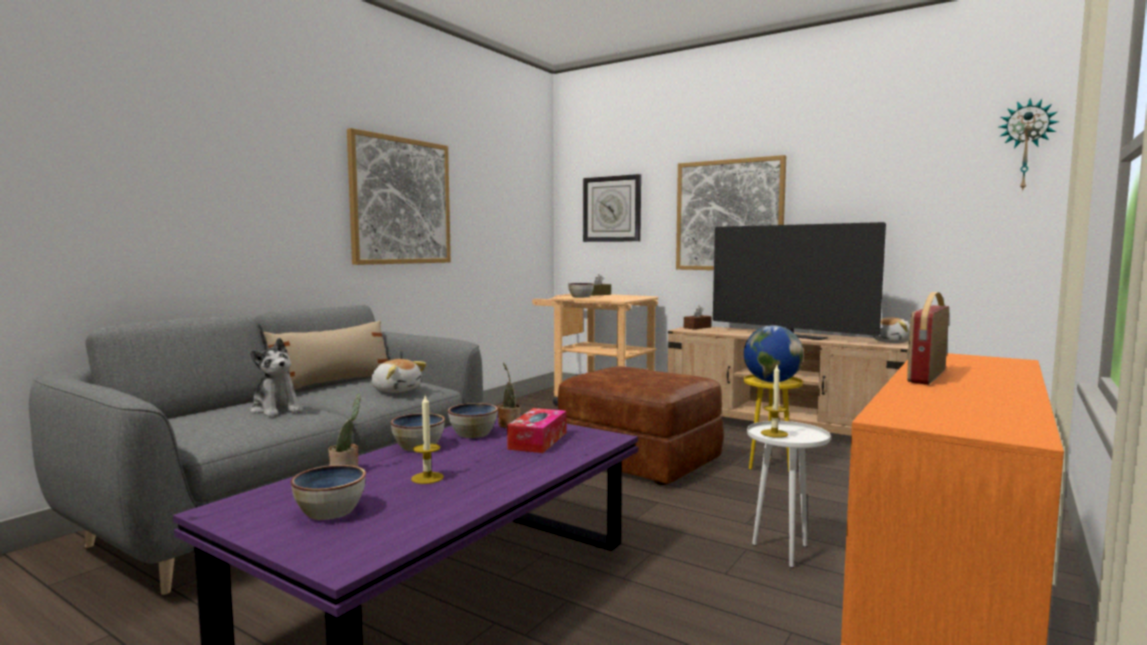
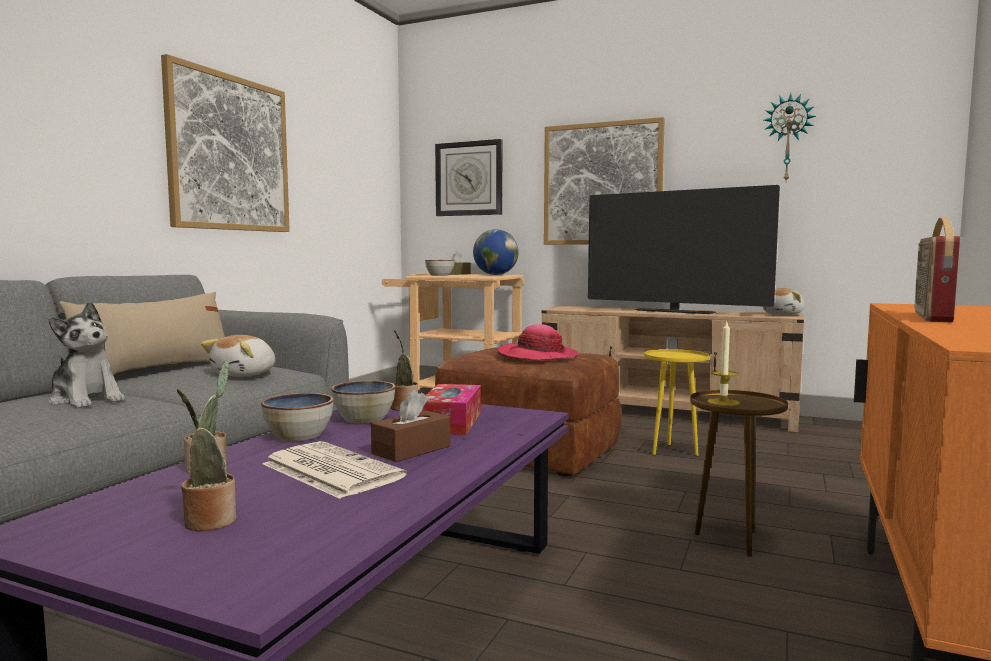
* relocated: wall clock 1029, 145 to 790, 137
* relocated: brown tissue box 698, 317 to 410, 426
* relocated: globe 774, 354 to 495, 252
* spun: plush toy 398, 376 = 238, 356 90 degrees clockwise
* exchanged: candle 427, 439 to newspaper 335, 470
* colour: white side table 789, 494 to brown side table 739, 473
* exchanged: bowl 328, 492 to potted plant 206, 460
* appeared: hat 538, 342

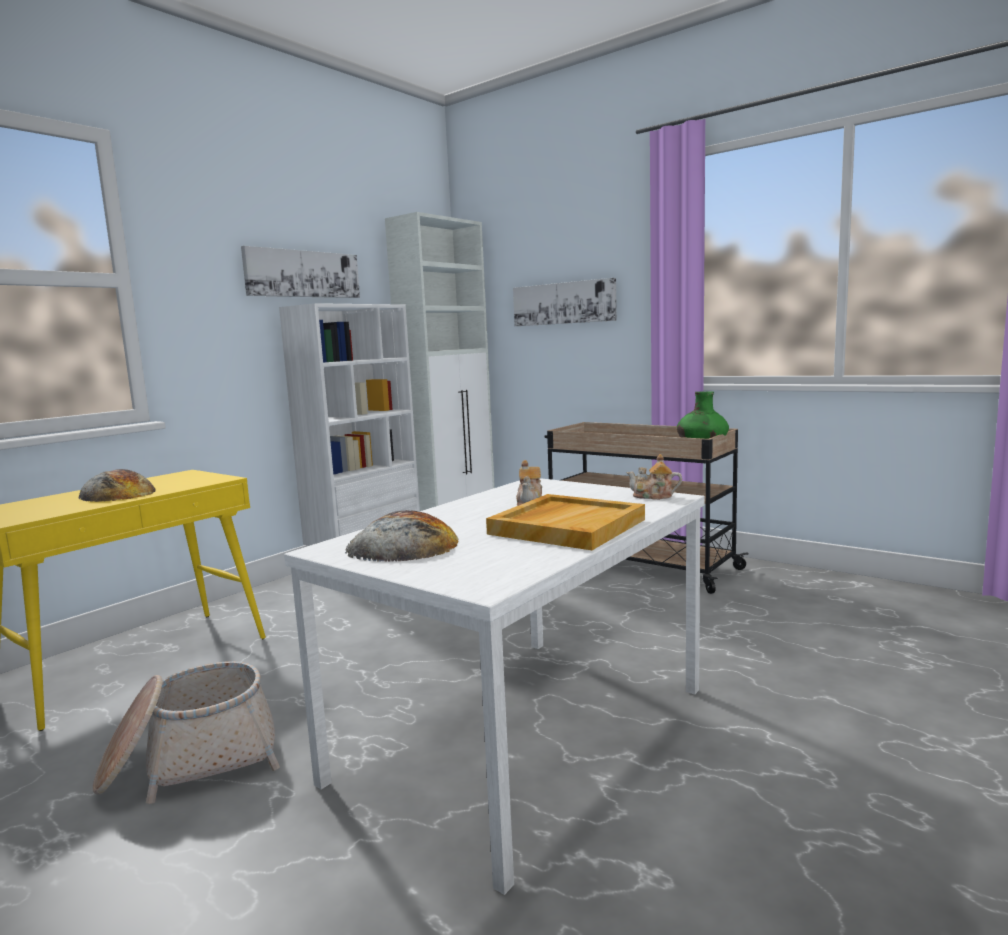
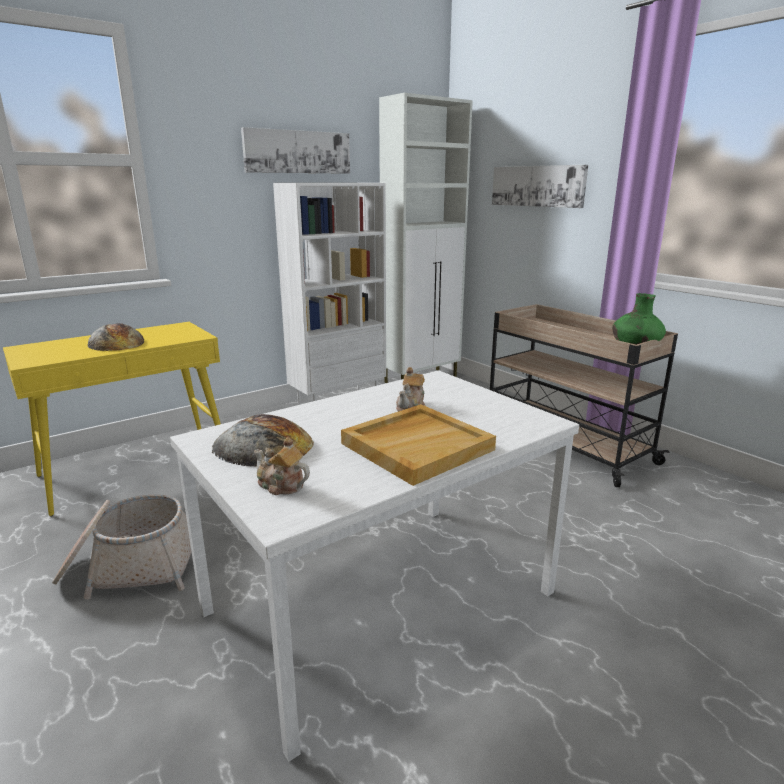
* relocated: teapot 654, 477 to 282, 466

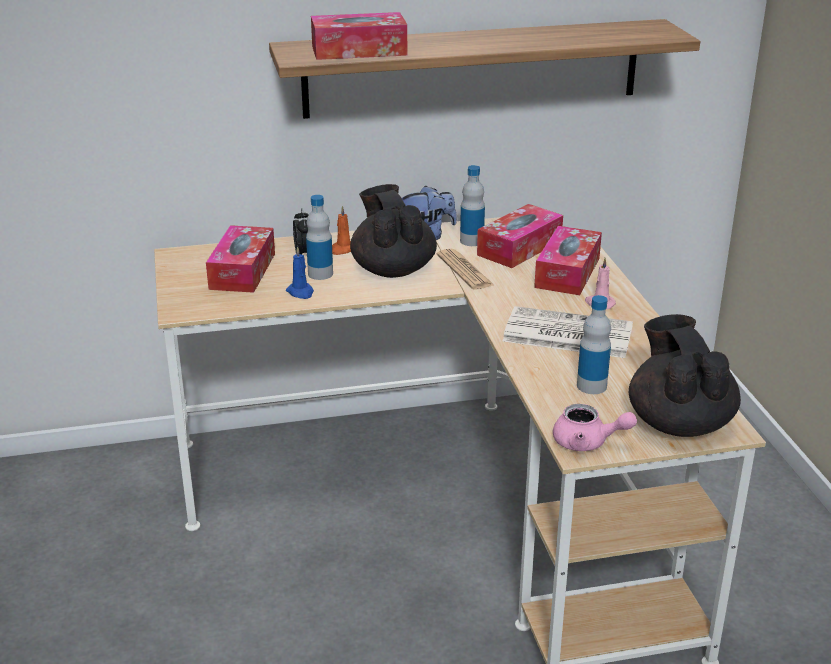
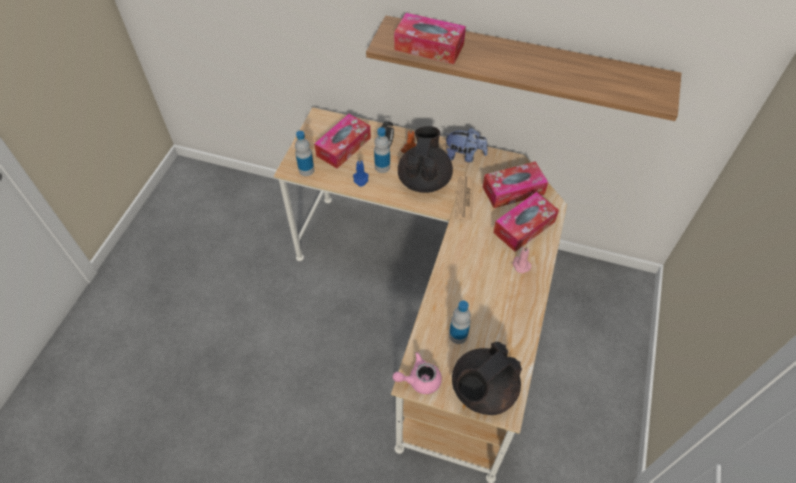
* relocated: bottle 472, 205 to 304, 153
* missing: newspaper 568, 332
* spun: black teapot 685, 375 = 487, 378 150 degrees counterclockwise
* spun: pink teapot 595, 427 = 417, 373 120 degrees clockwise

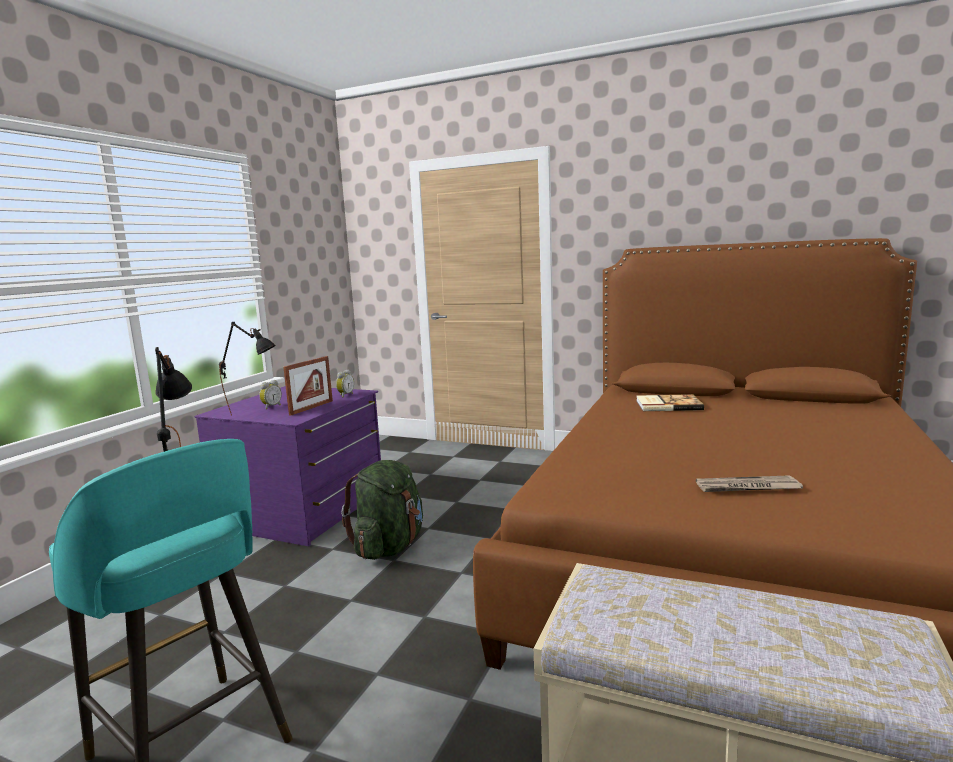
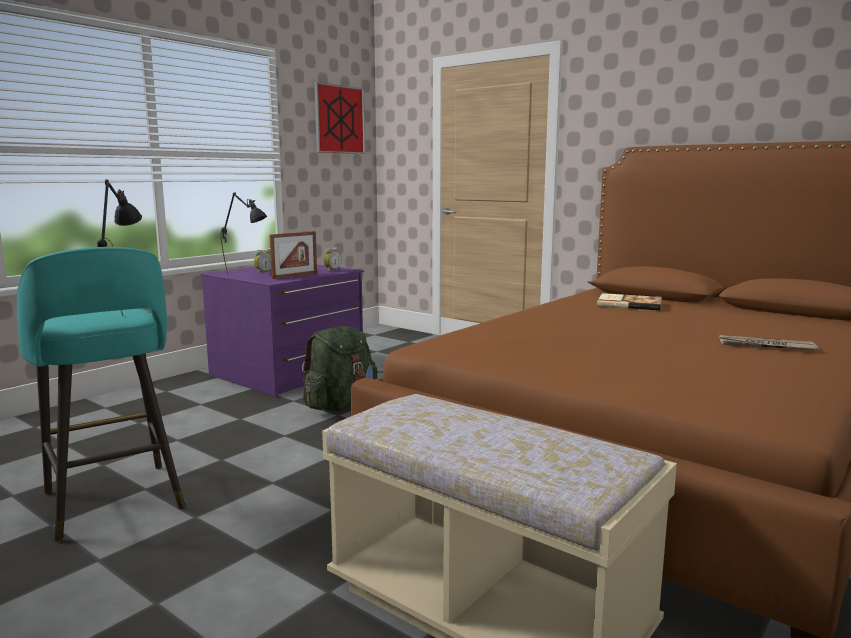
* relocated: newspaper 749, 483 to 768, 343
* appeared: picture 340, 118

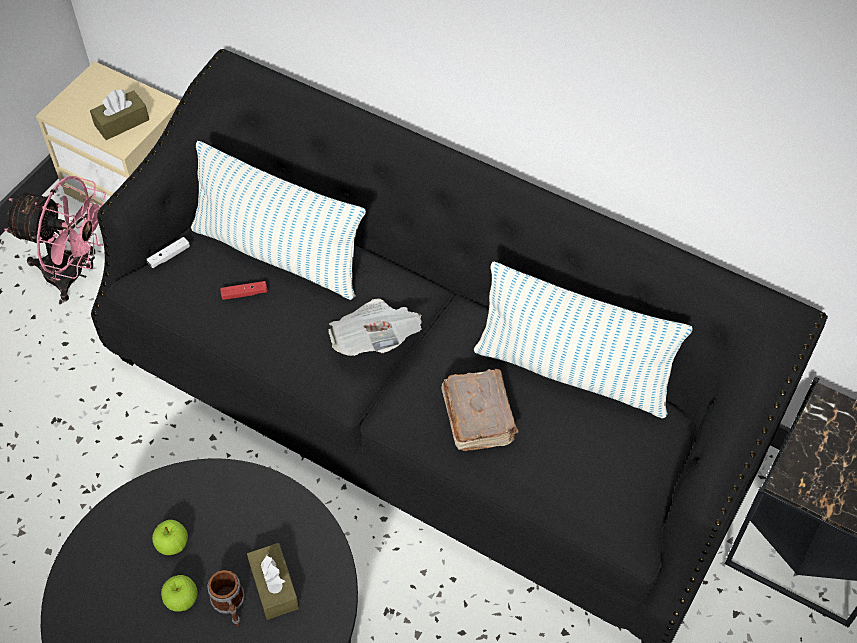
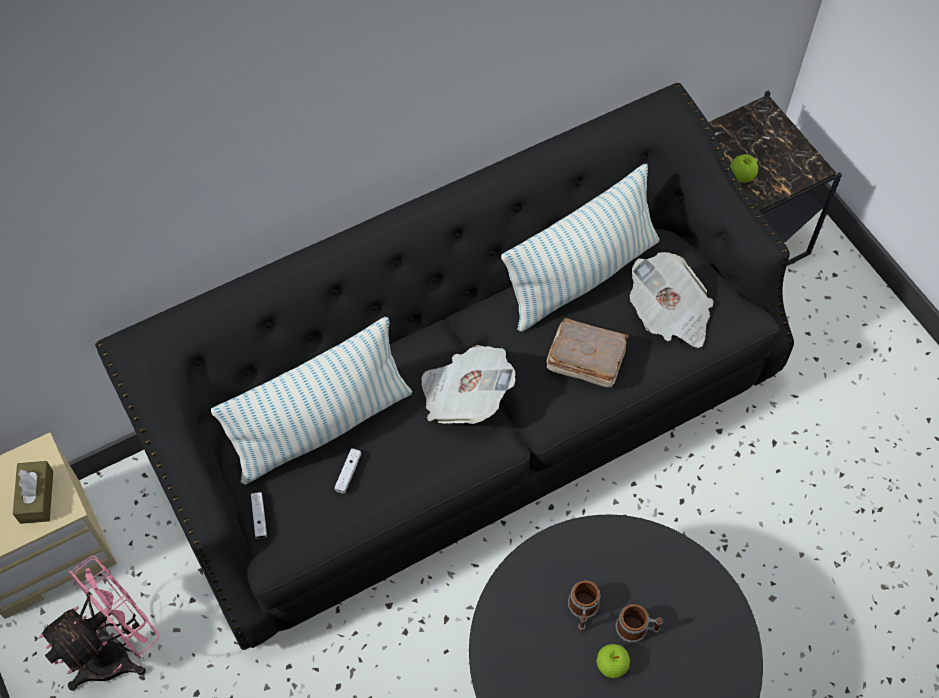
* colour: red game controller 243, 290 to white game controller 348, 471
* relocated: apple 170, 537 to 744, 168
* missing: brown tissue box 273, 581
* appeared: newspaper 671, 300
* appeared: mug 584, 606

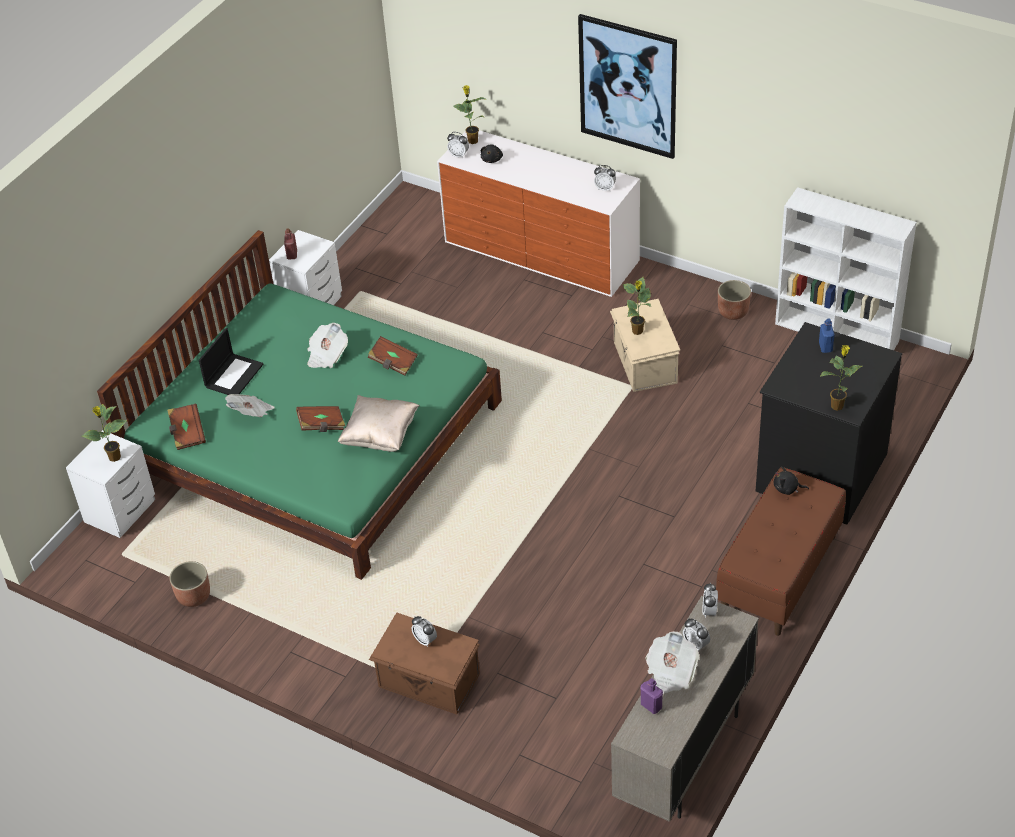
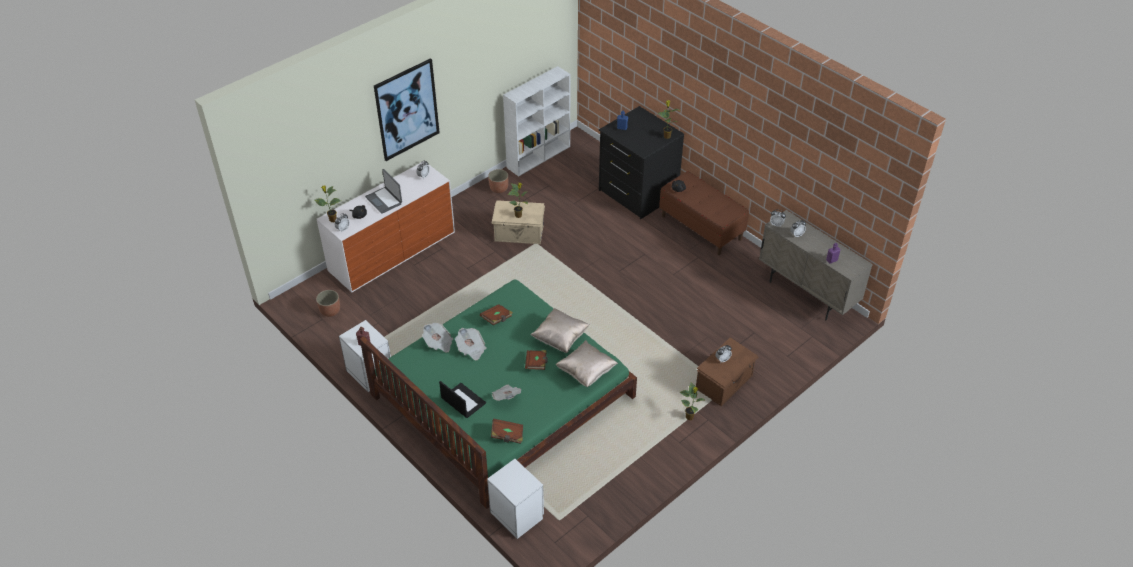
* relocated: potted plant 104, 433 to 692, 401
* relocated: planter 189, 584 to 328, 303
* relocated: newspaper 672, 662 to 438, 338
* appeared: laptop 383, 191
* appeared: beige pillow 587, 363

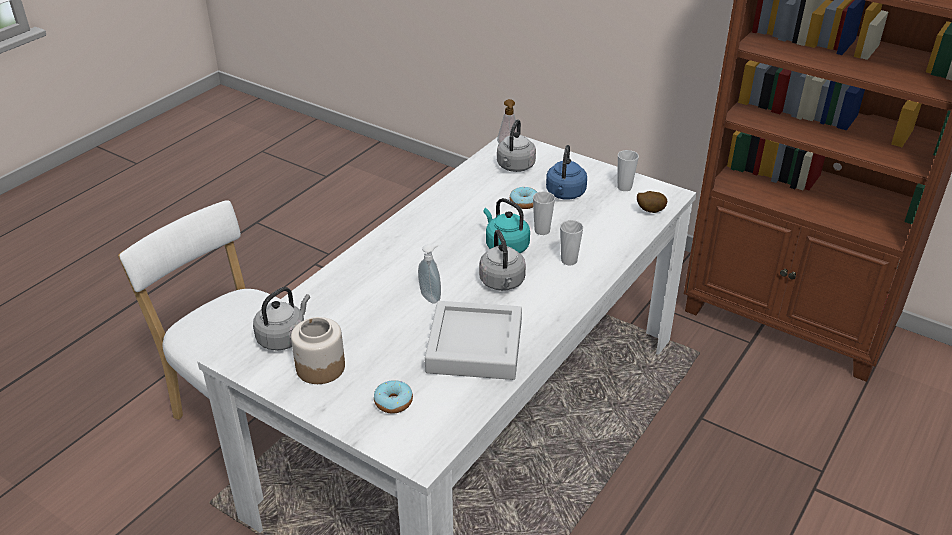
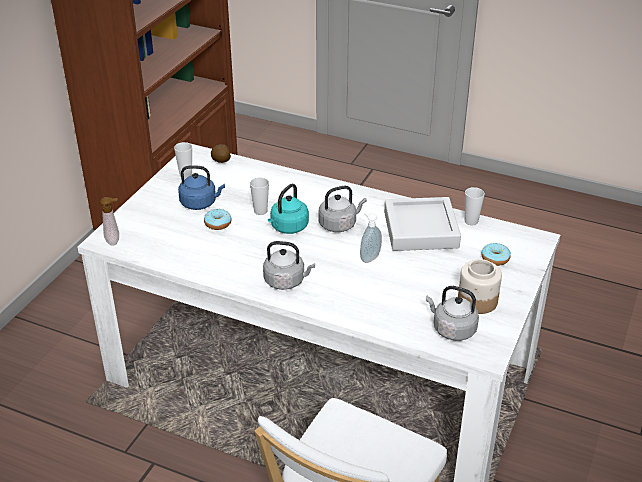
* relocated: grey kettle 516, 145 to 289, 265
* relocated: cup 571, 242 to 475, 206

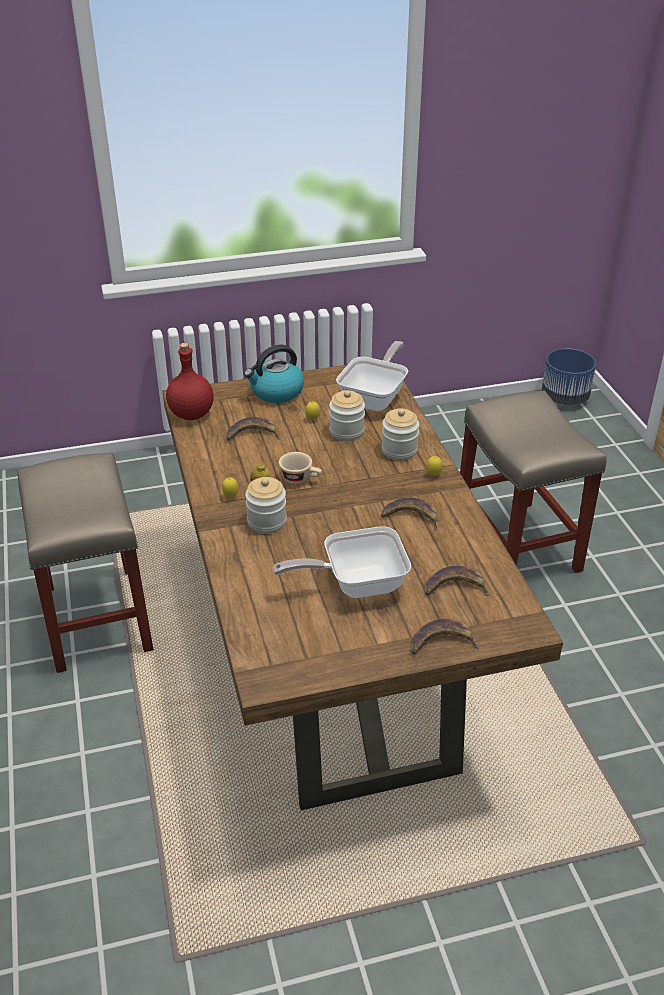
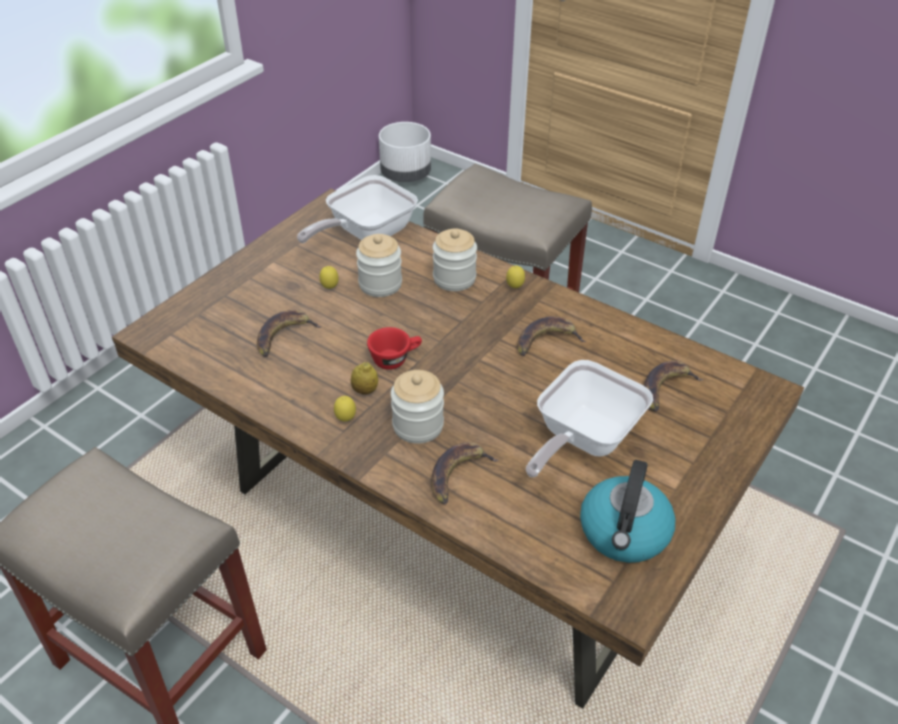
* spun: frying pan 372, 376 = 357, 209 120 degrees counterclockwise
* missing: red bottle 190, 381
* relocated: kettle 274, 374 to 627, 511
* colour: blue planter 569, 376 to white planter 405, 152
* colour: beige cup 300, 468 to red cup 394, 348
* relocated: banana 444, 636 to 465, 473

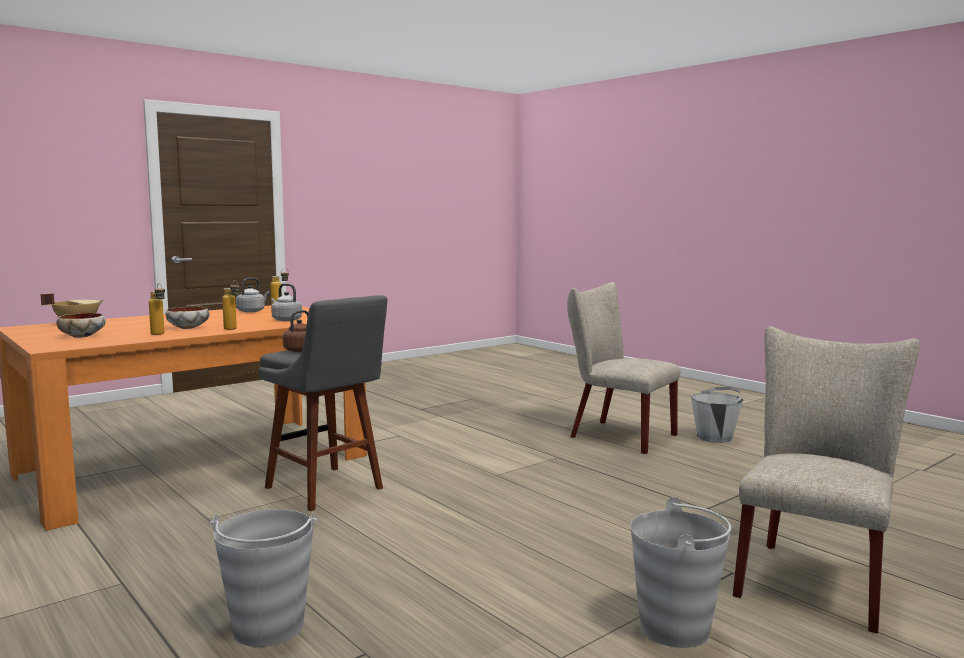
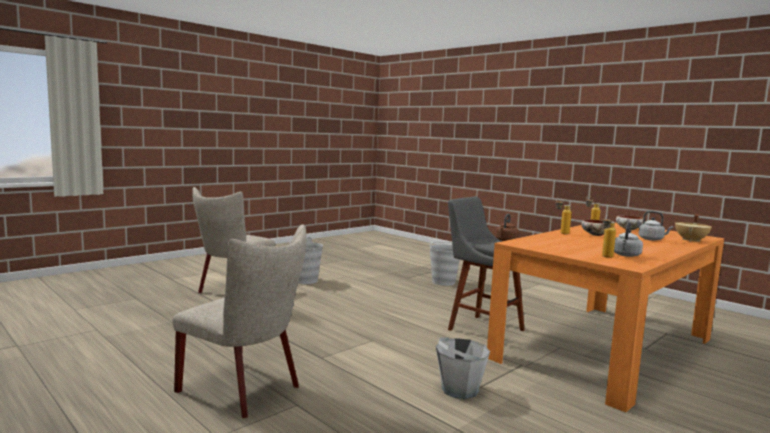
* relocated: grey kettle 286, 302 to 656, 226
* relocated: grey bucket 717, 415 to 463, 368

